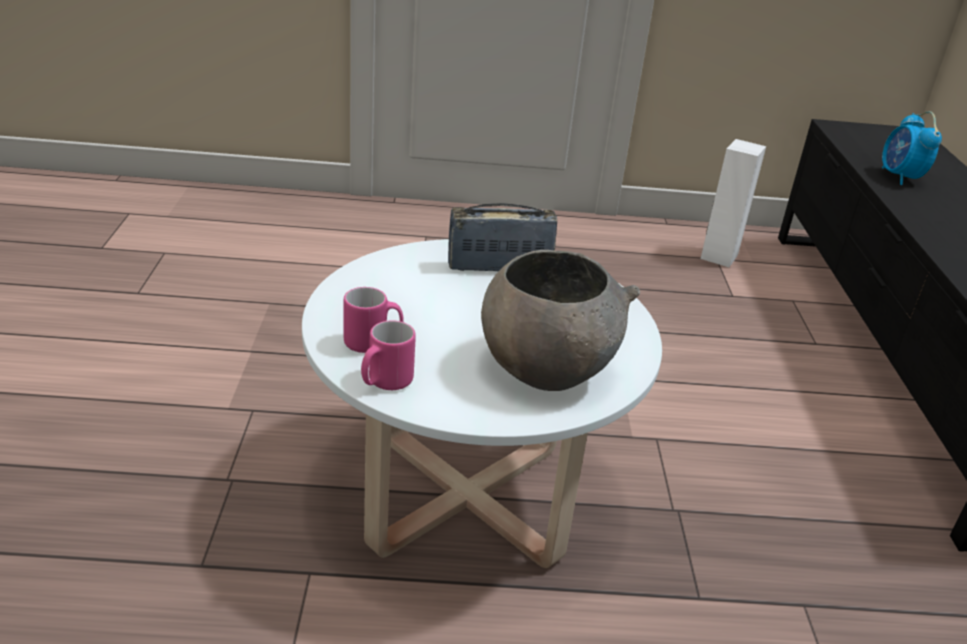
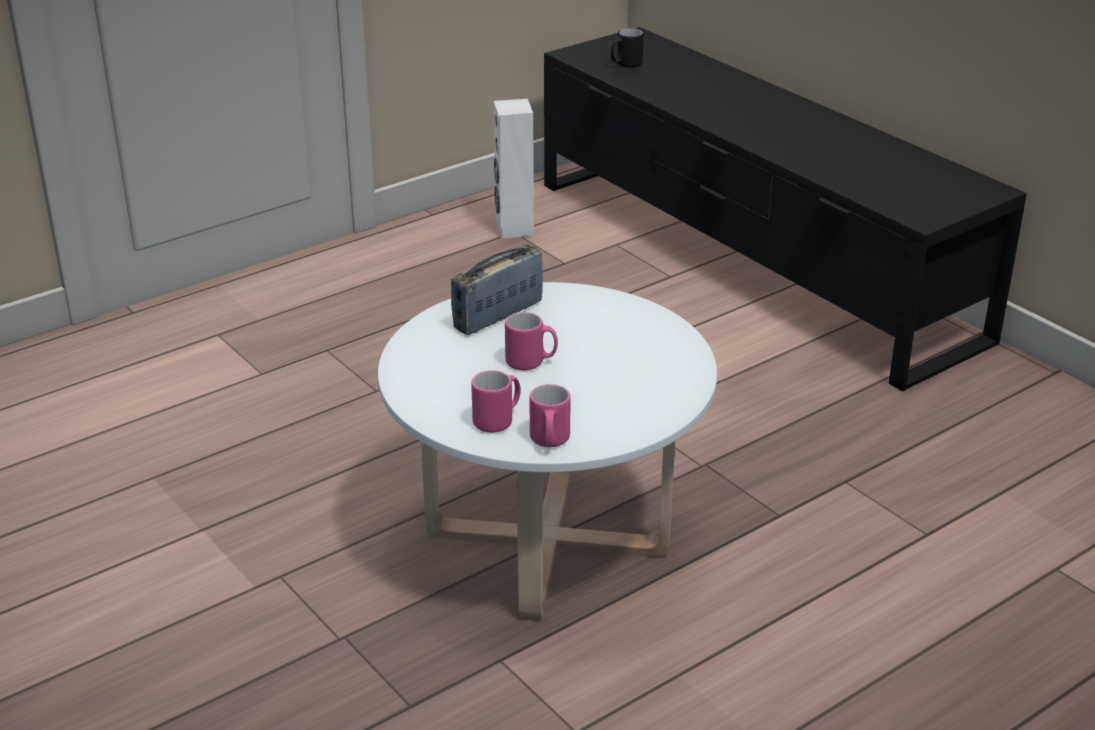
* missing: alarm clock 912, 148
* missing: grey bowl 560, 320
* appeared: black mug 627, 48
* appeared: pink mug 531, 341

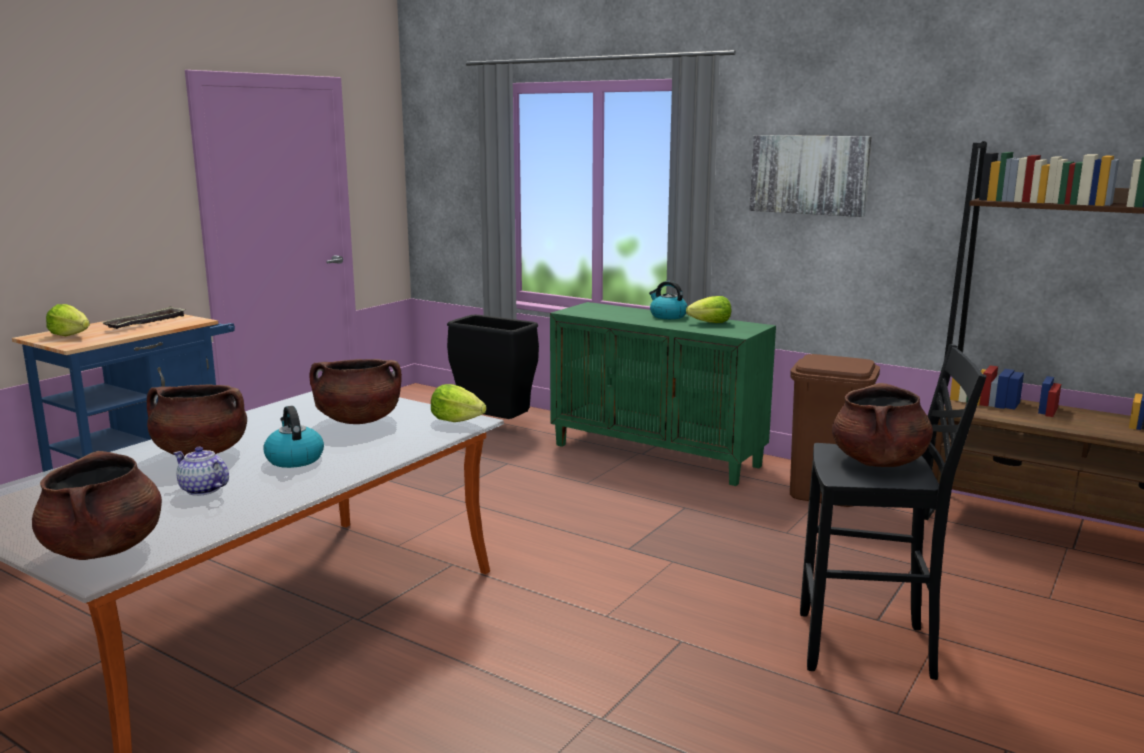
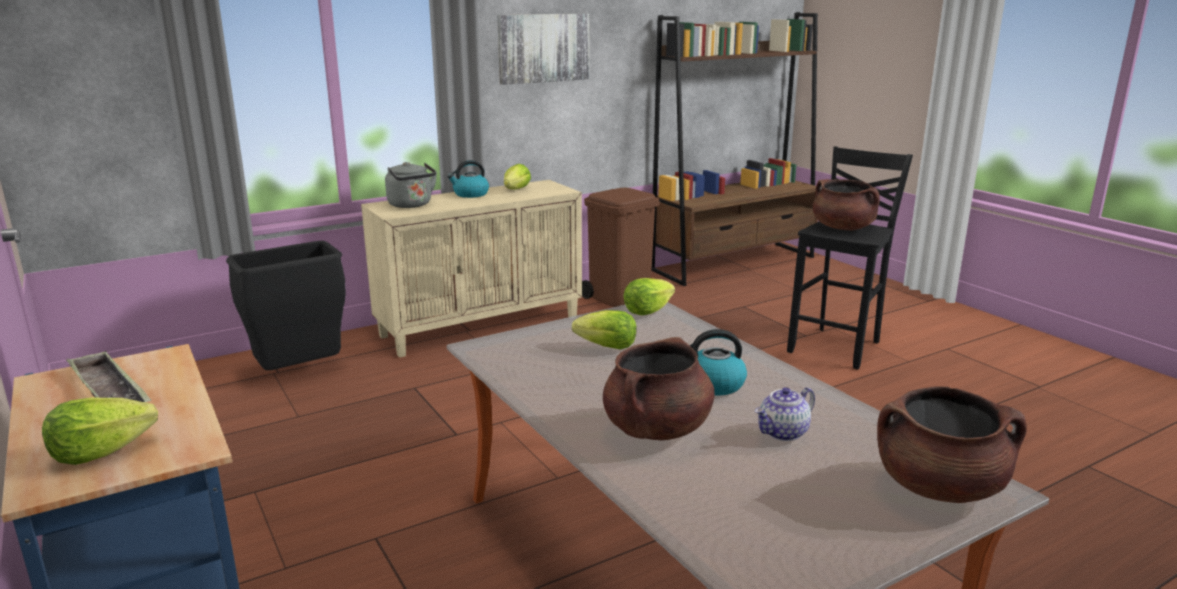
* colour: green cabinet 663, 394 to beige cabinet 471, 269
* exchanged: brown cooking pot 355, 391 to lettuce 604, 329
* appeared: grey kettle 411, 185

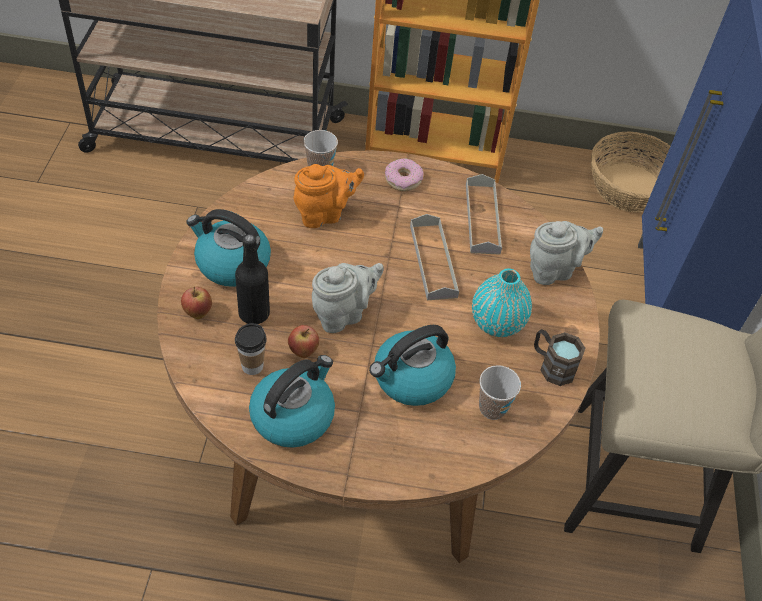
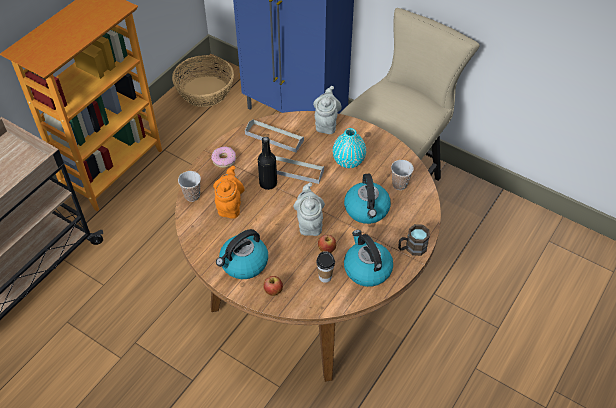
* relocated: black bottle 252, 279 to 267, 163
* relocated: brown mug 560, 357 to 414, 240

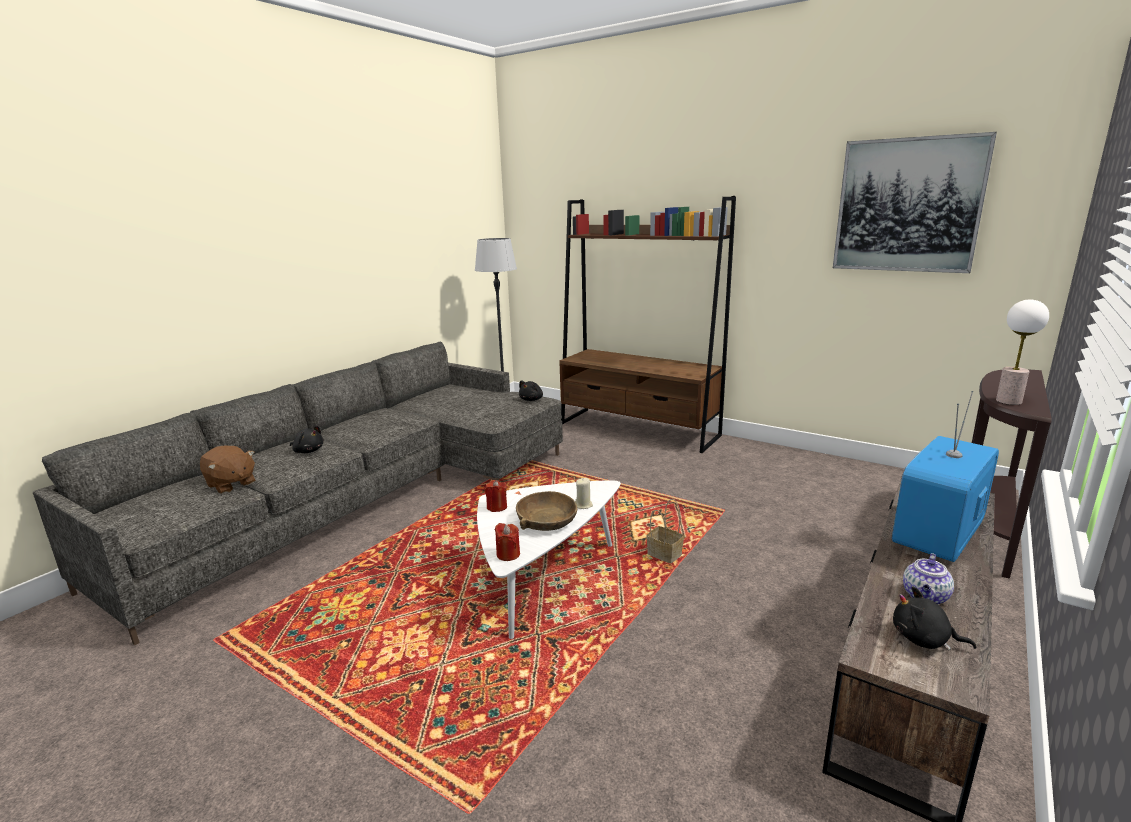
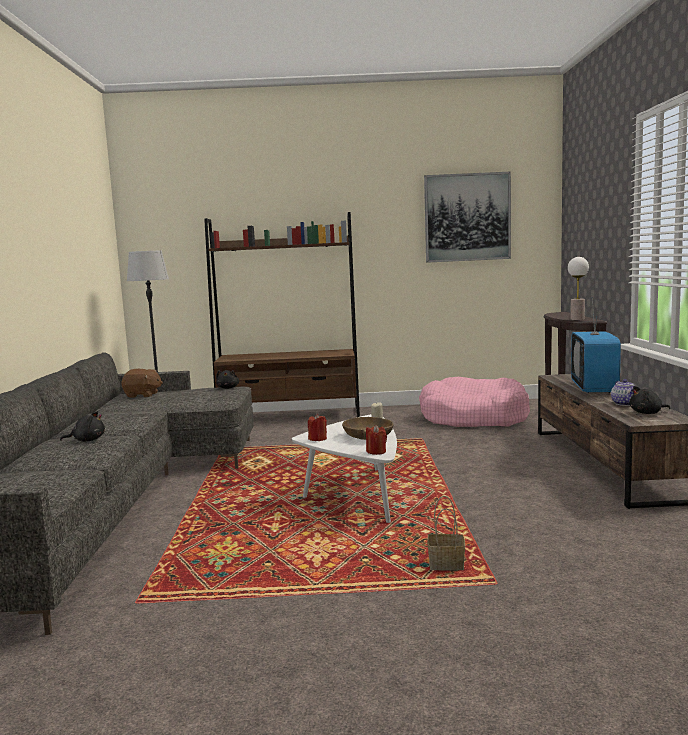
* relocated: brown plush toy 227, 470 to 142, 383
* relocated: basket 665, 531 to 446, 533
* appeared: pink dog bed 474, 402

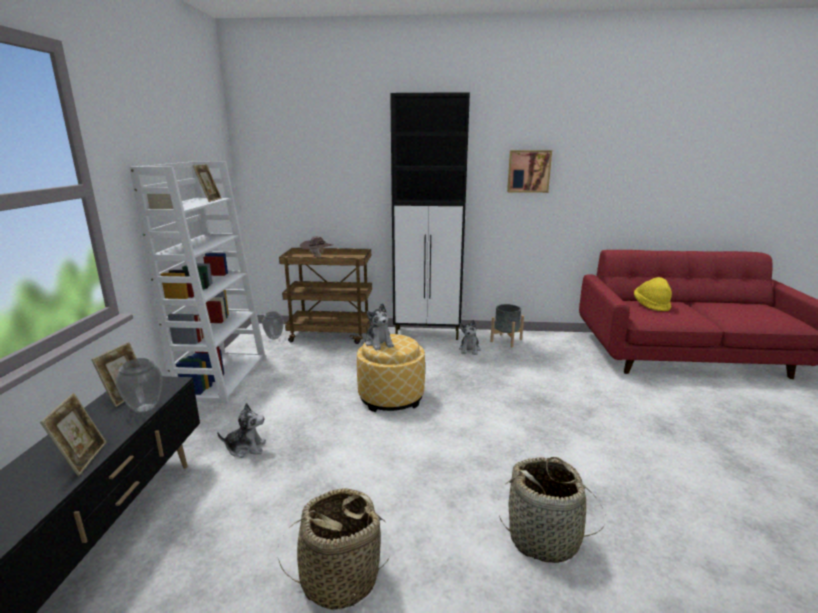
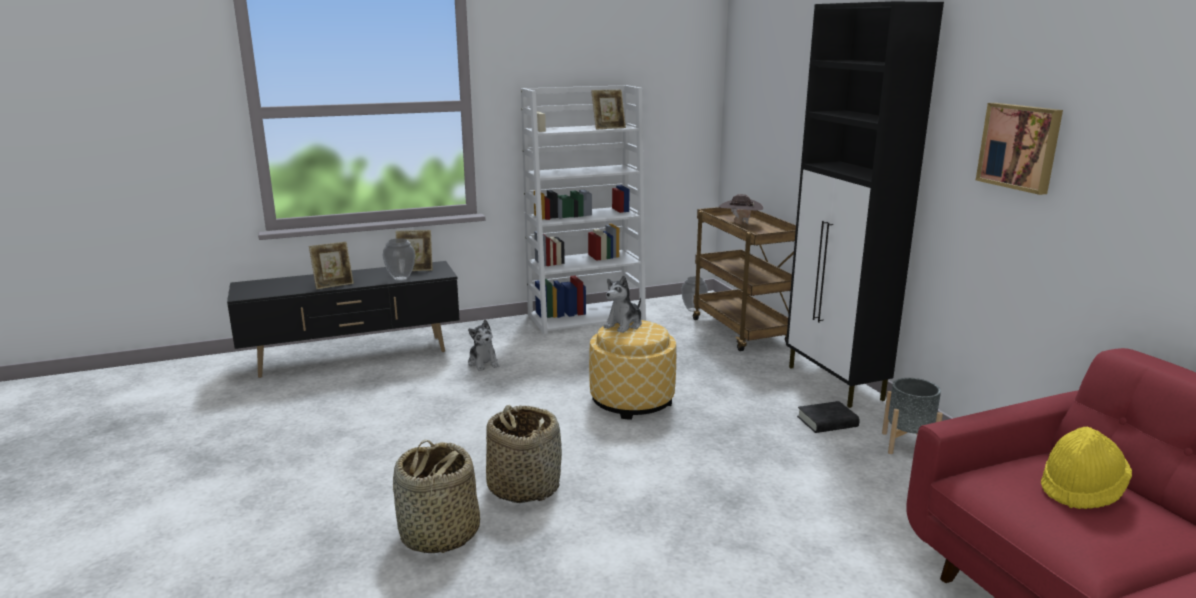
* exchanged: plush toy 470, 337 to black book 828, 417
* relocated: basket 334, 549 to 524, 454

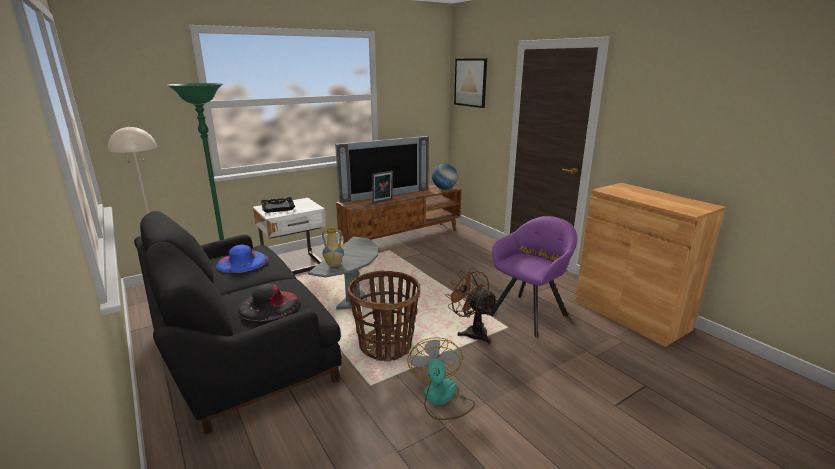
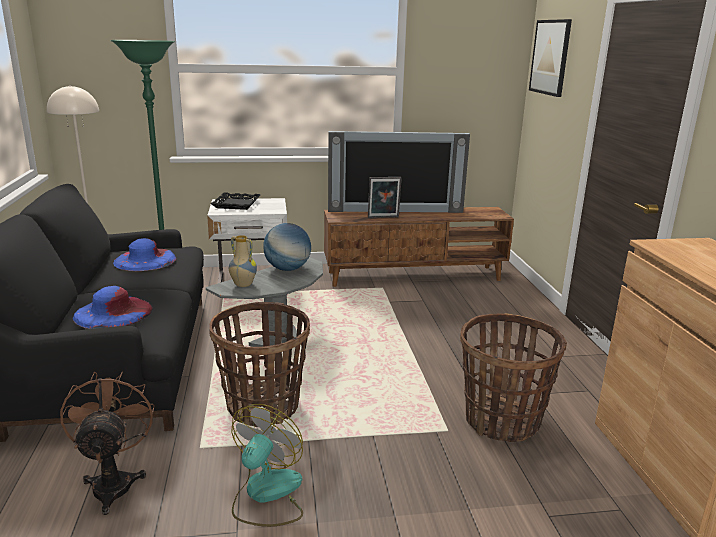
* relocated: globe 445, 176 to 287, 247
* exchanged: purple armchair 533, 277 to basket 513, 378
* relocated: brown fan 471, 306 to 107, 443
* colour: black hat 268, 302 to blue hat 113, 307

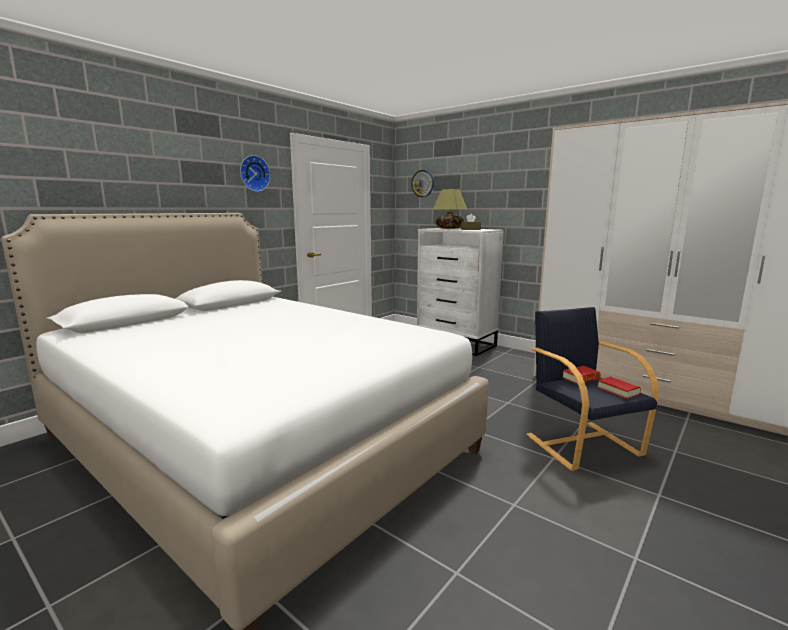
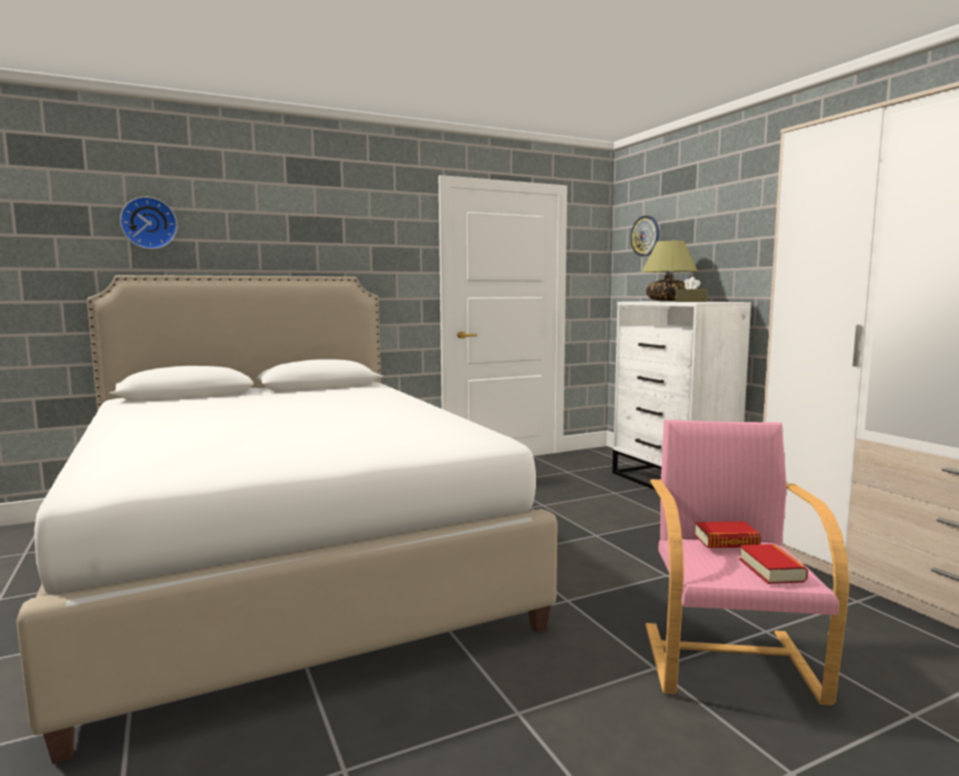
* relocated: wall clock 255, 173 to 148, 223
* colour: black armchair 592, 389 to pink armchair 747, 562

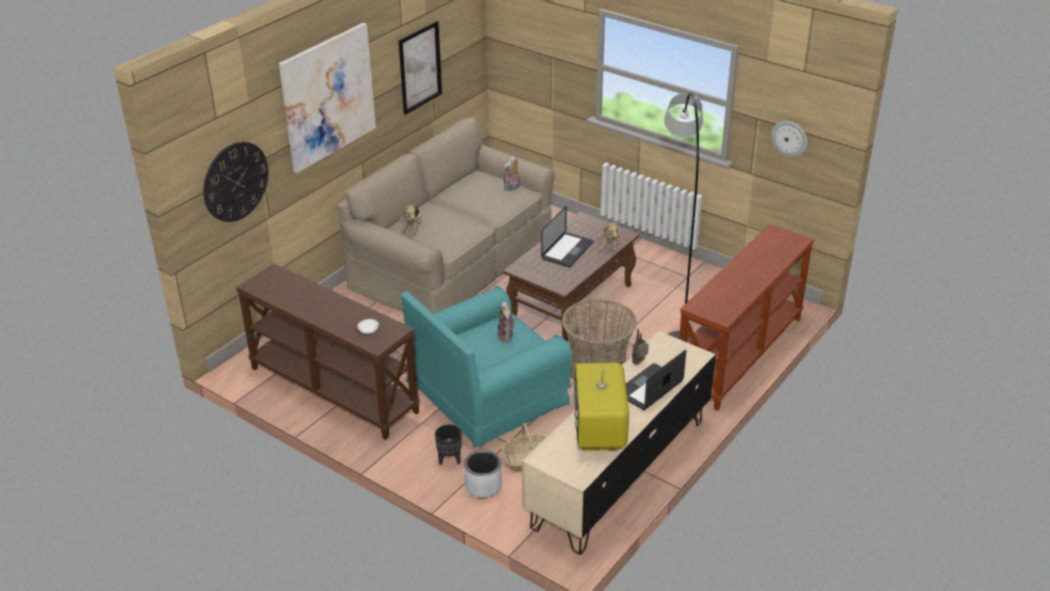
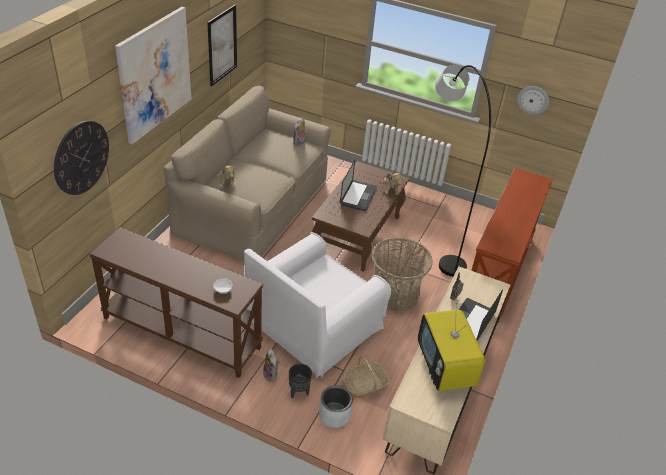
* colour: turquoise armchair 486, 367 to white armchair 317, 305
* relocated: plush toy 506, 321 to 271, 365

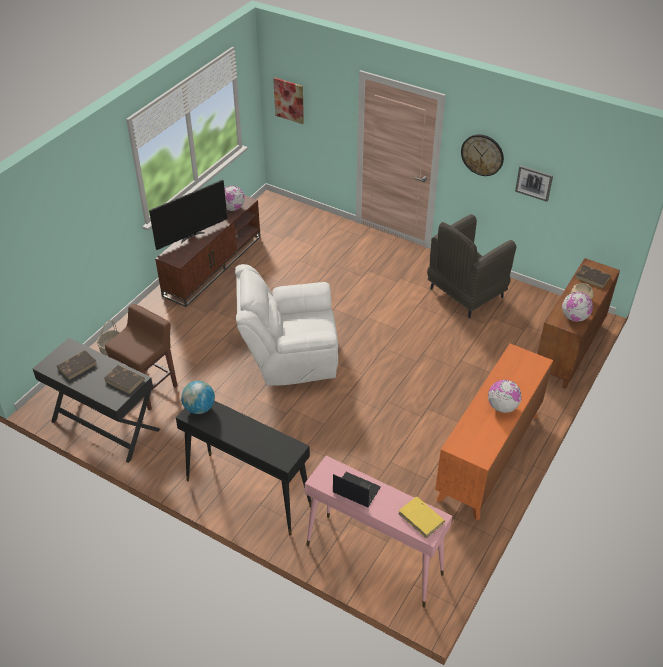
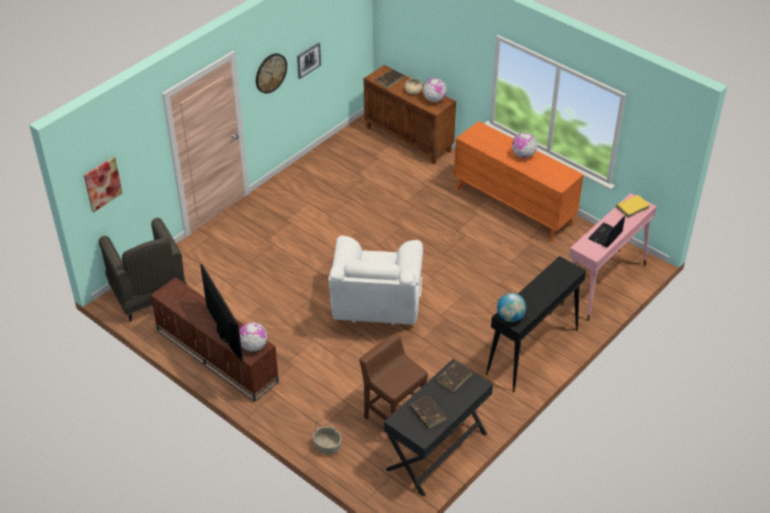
* relocated: globe 234, 198 to 253, 336
* relocated: grey armchair 471, 266 to 143, 270

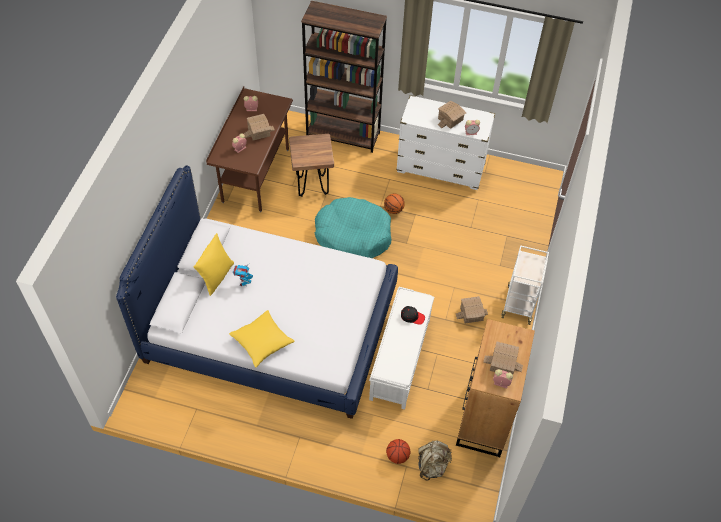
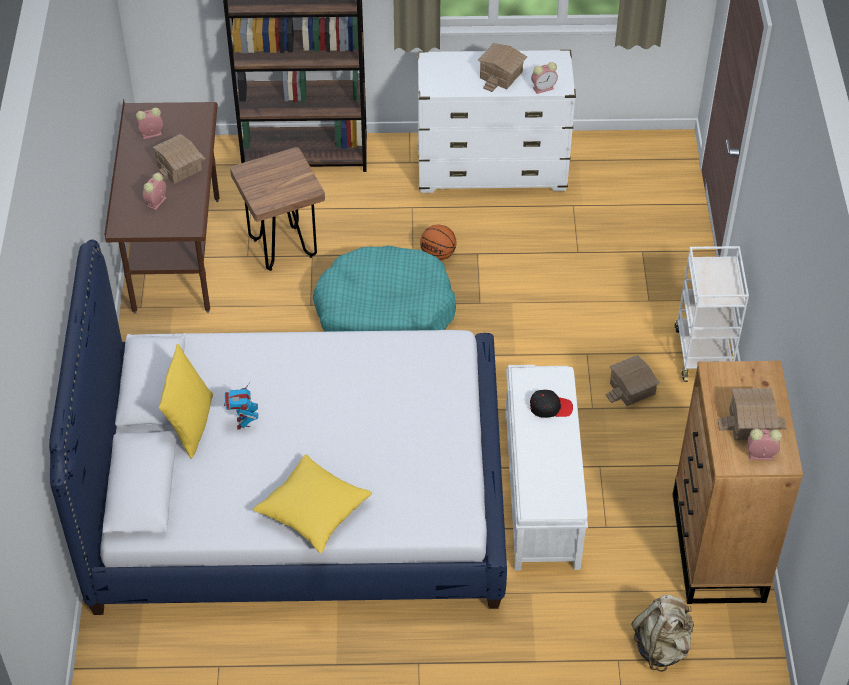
* missing: basketball 398, 451

